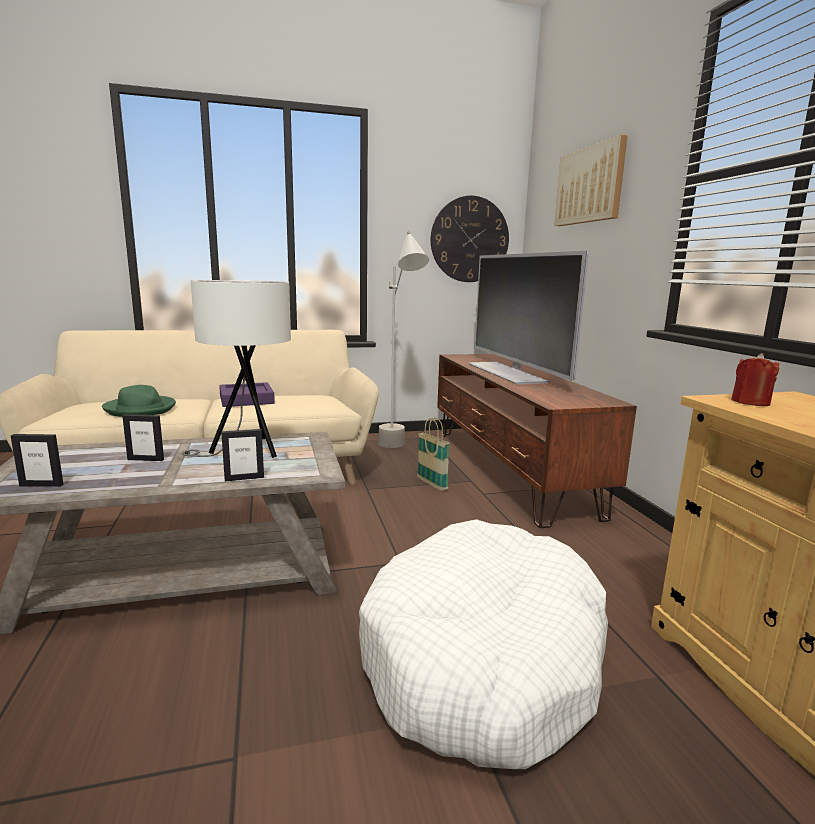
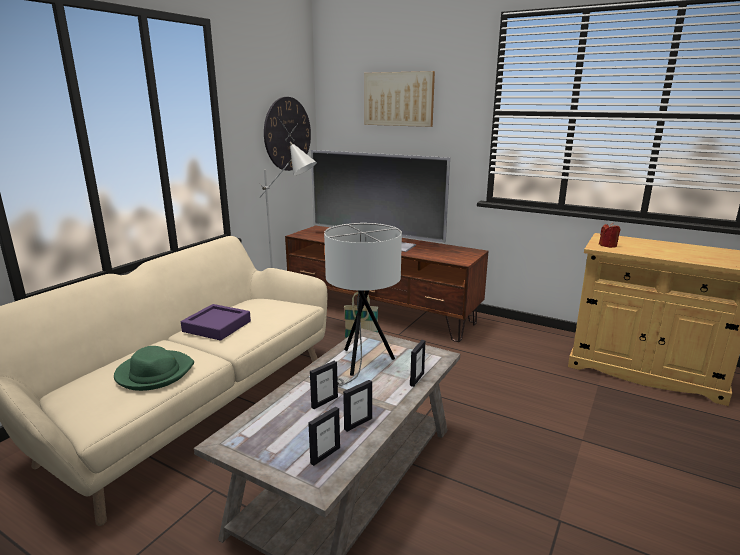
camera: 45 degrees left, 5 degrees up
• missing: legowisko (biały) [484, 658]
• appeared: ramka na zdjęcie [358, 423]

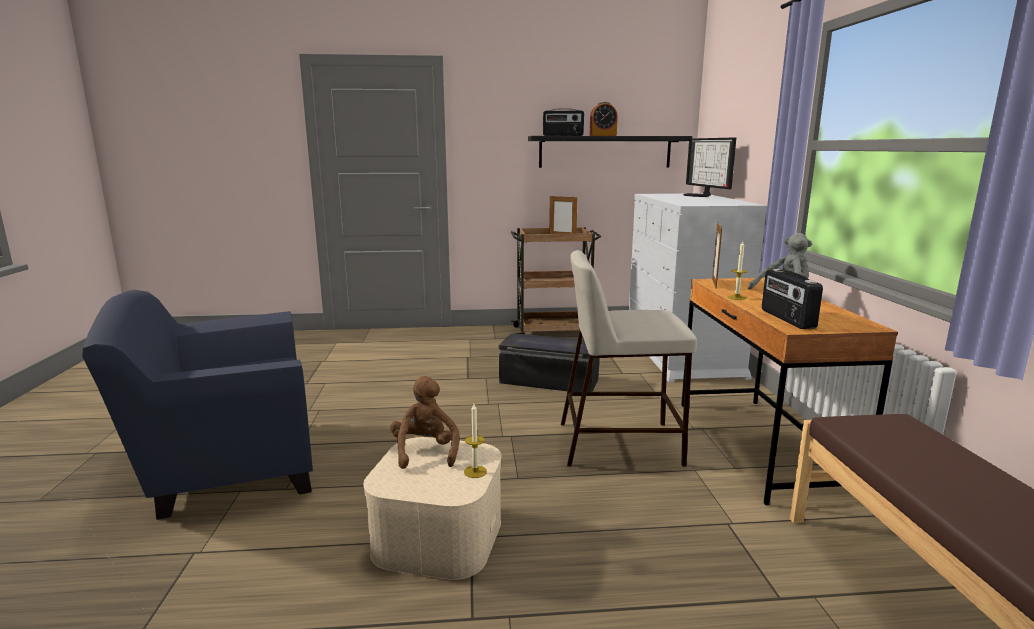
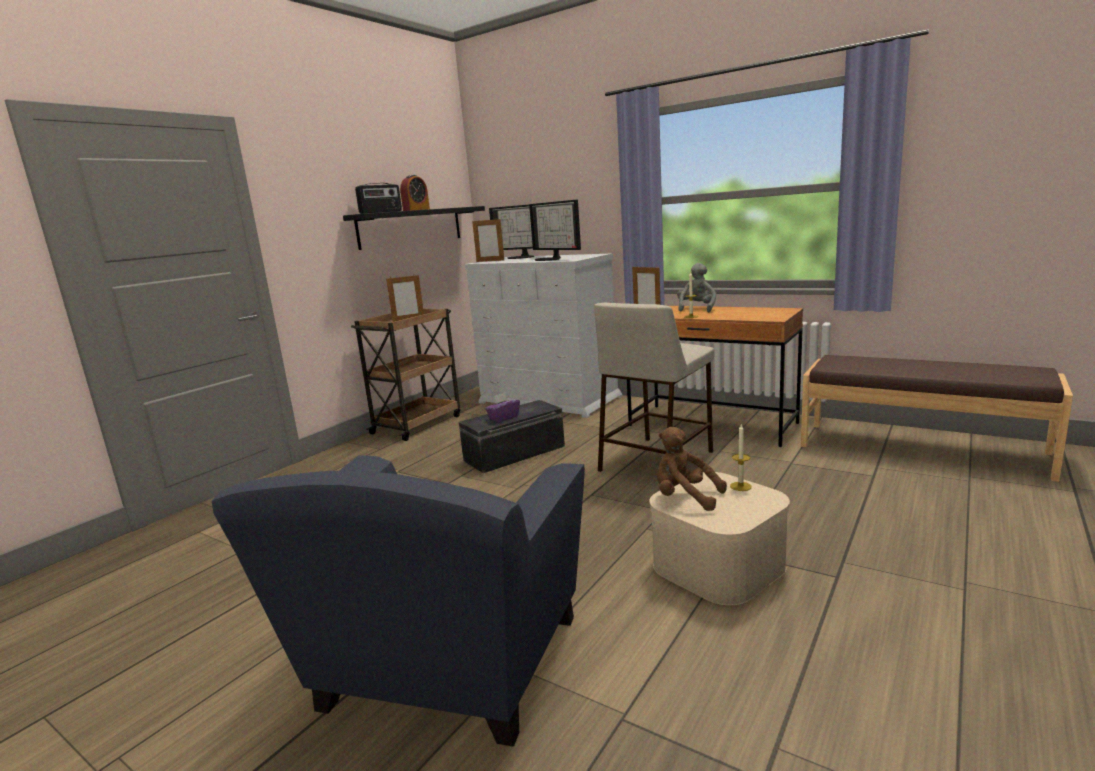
camera: 50 degrees left, 0 degrees up
• missing: radio [786, 319]
• appeared: ramka na zdjęcie [490, 261]
• appeared: pudełko chusteczek (fioletowy) [503, 417]
• appeared: monitor [550, 259]

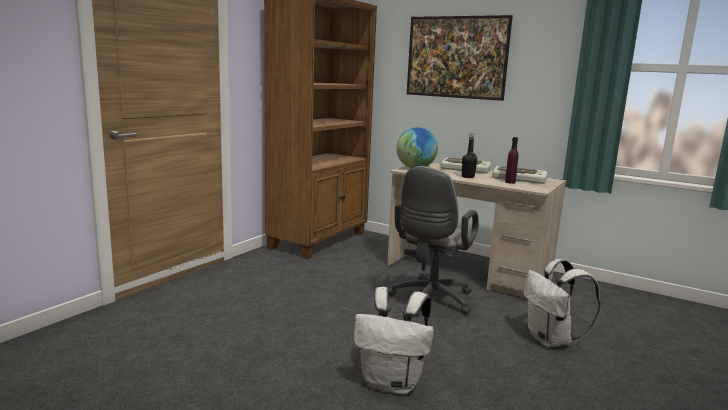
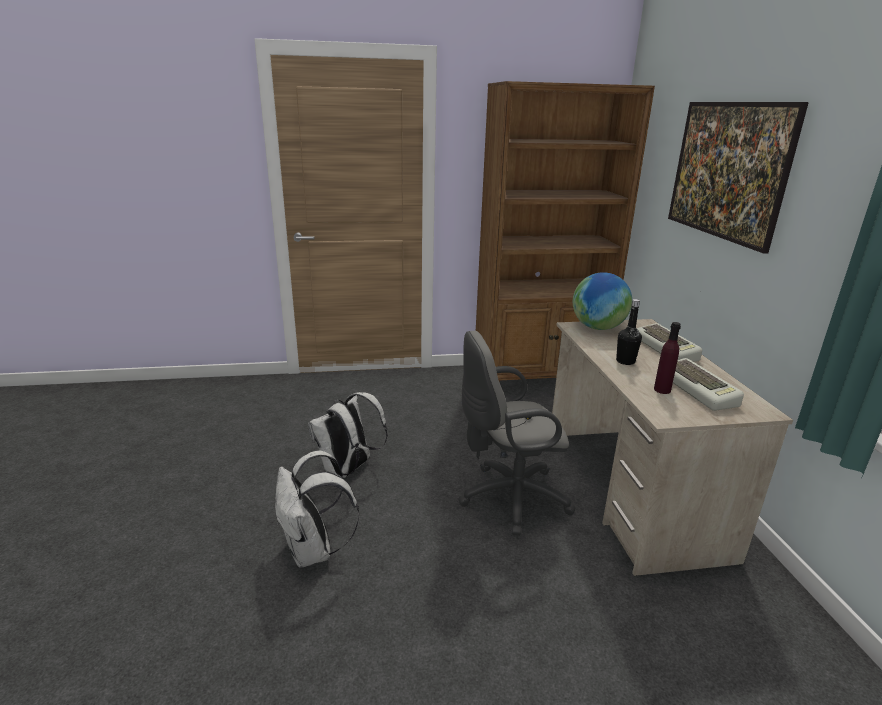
camera: 50 degrees right, 10 degrees up
• relocated: plecak (biały) [551, 340] to [348, 469]

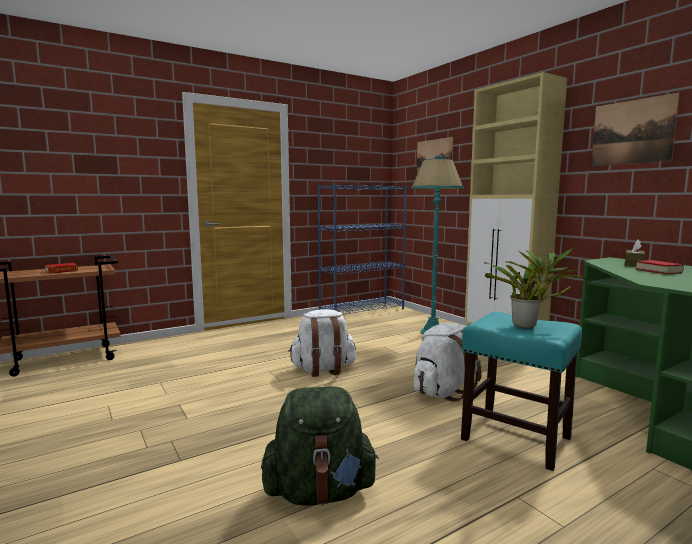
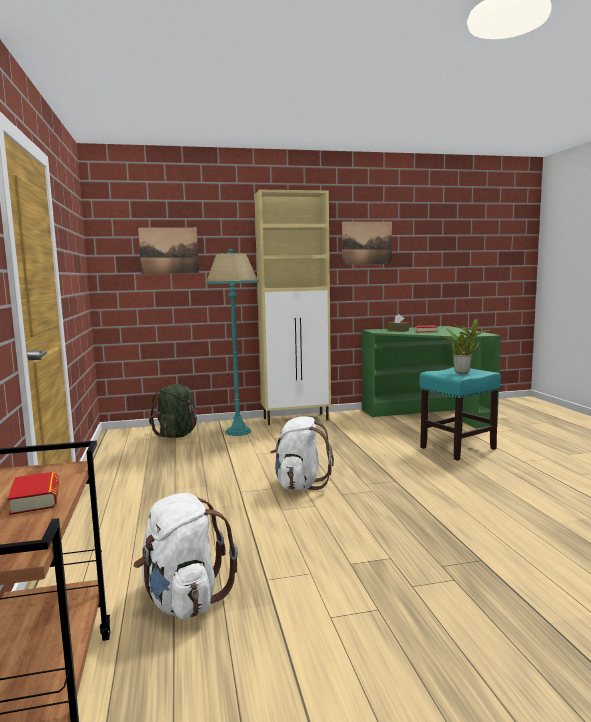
camera: 70 degrees left, 0 degrees up
• relocated: plecak (zielony) [319, 492] to [177, 435]
• missing: regał (niebieski) [362, 311]
• relocated: plecak (biały) [442, 392] to [183, 600]

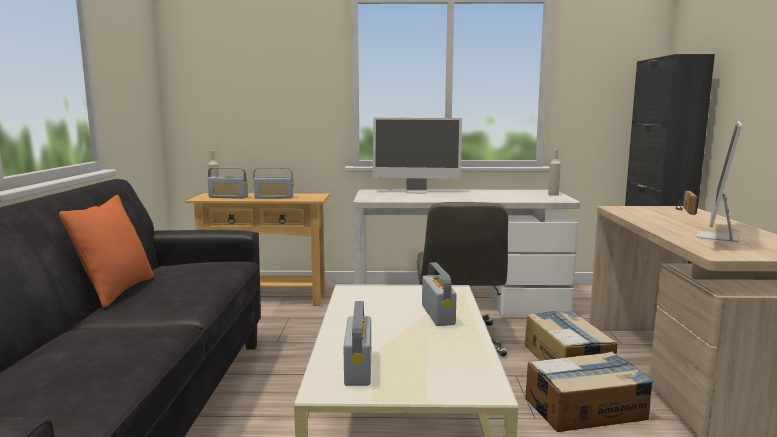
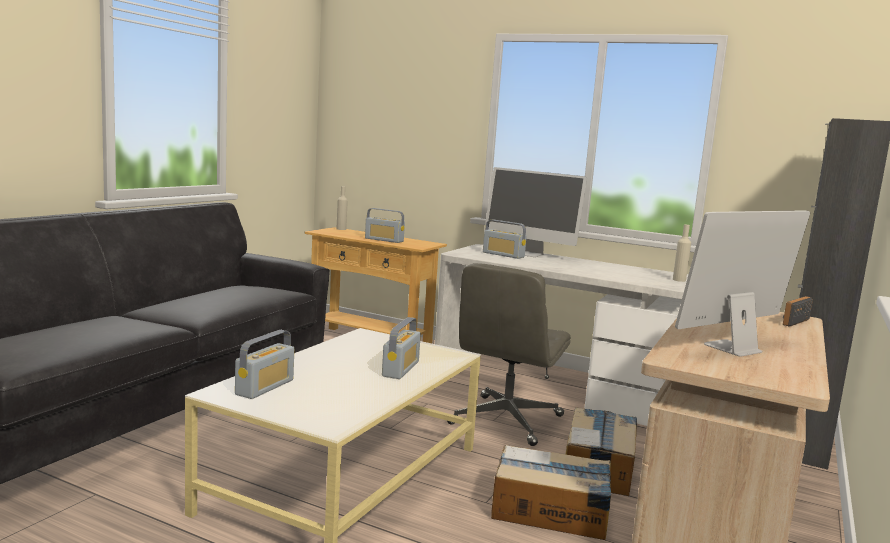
camera: 25 degrees right, 0 degrees up
• missing: poduszka (pomarańczowy) [117, 291]
• relocated: radio [228, 197] to [503, 255]

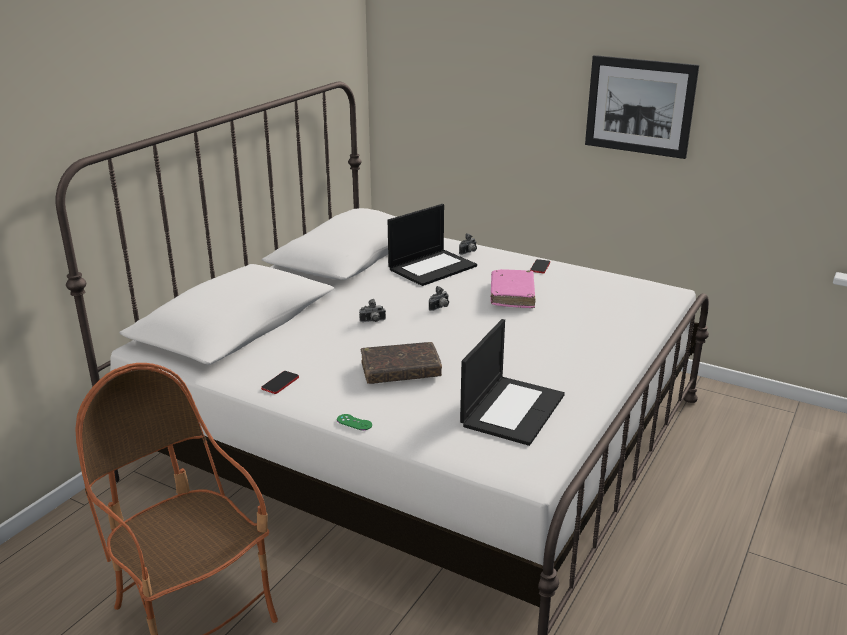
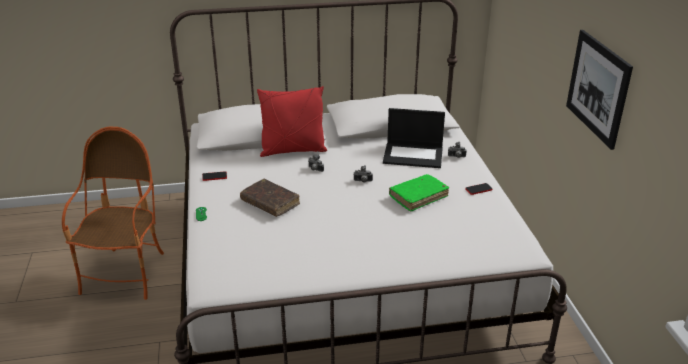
camera: 50 degrees right, 5 degrees up
• missing: laptop [512, 409]
• colour: książka (różowy) [512, 295] to książka (zielony) [418, 197]
• appeared: poduszka (czerwony) [293, 150]

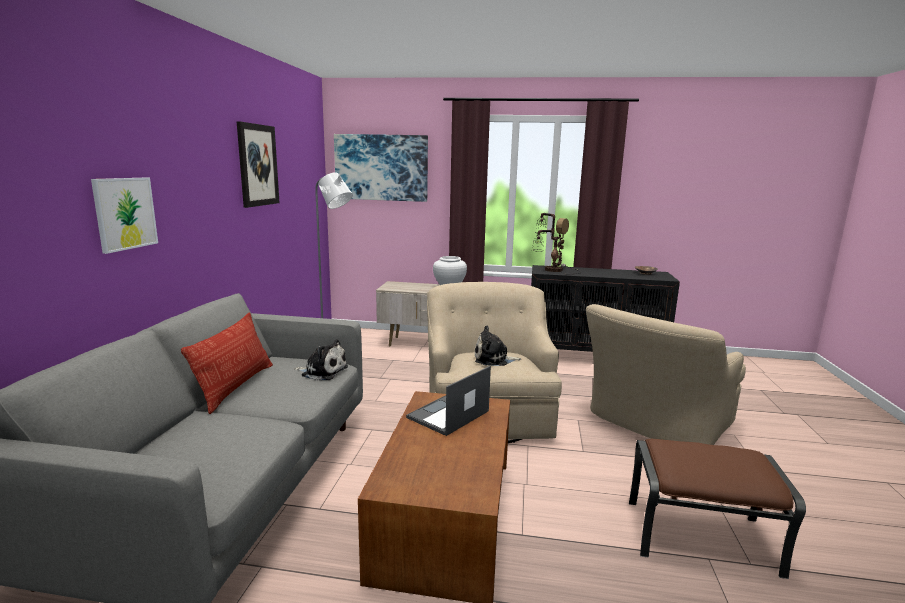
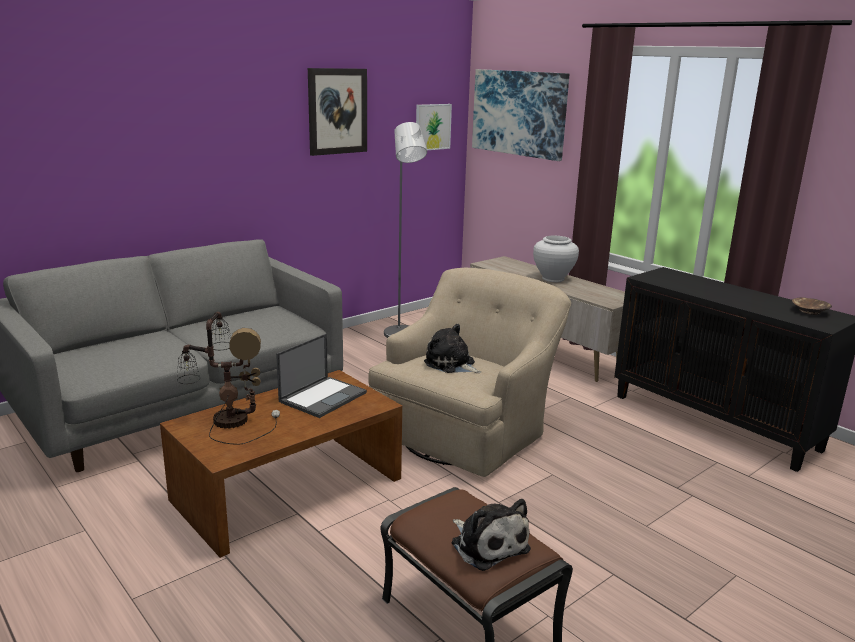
camera: 40 degrees right, 5 degrees up
• relocated: obraz [125, 213] to [432, 127]
• missing: poduszka [235, 386]
• relocated: pluszak [322, 371] to [487, 544]
• spun: laptop [448, 415] = [323, 397] 135 degrees clockwise
• relocated: lampa stołowa [552, 270] to [228, 420]
• missing: fotel (beżowy) [654, 423]

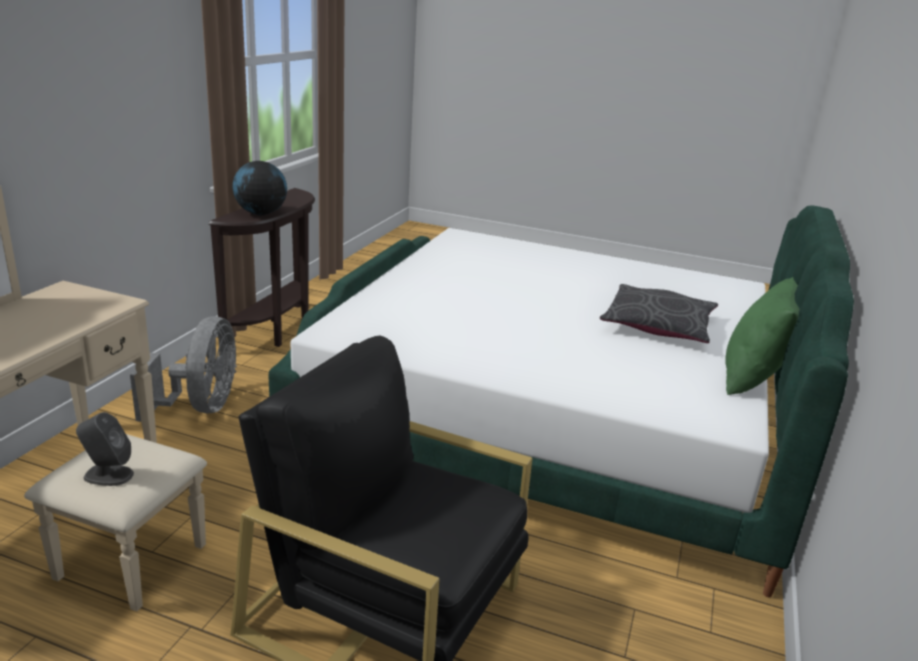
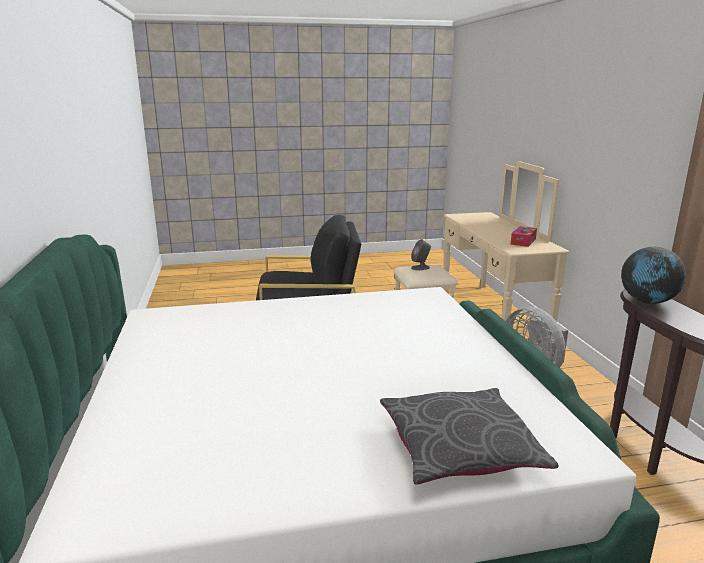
camera: 150 degrees right, 5 degrees down
• relocated: poduszka (szary) [658, 325] to [459, 448]
• missing: poduszka (zielony) [753, 379]
• appeared: pudełko chusteczek [523, 241]

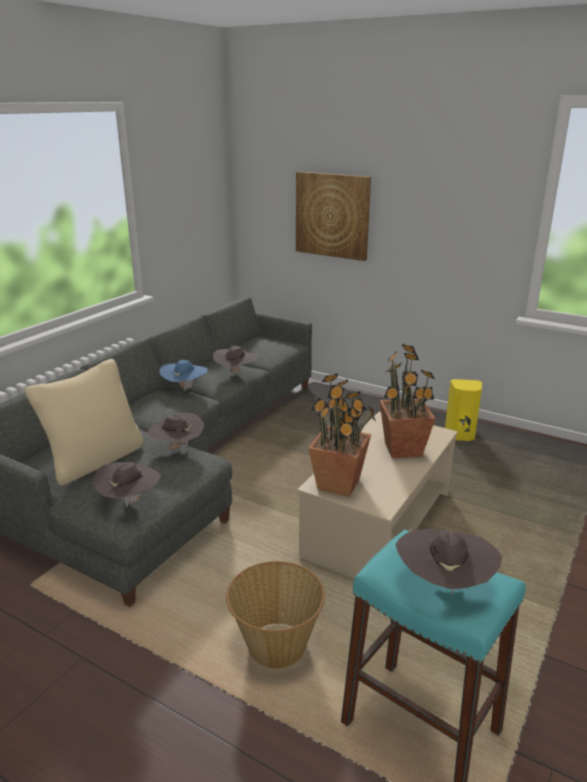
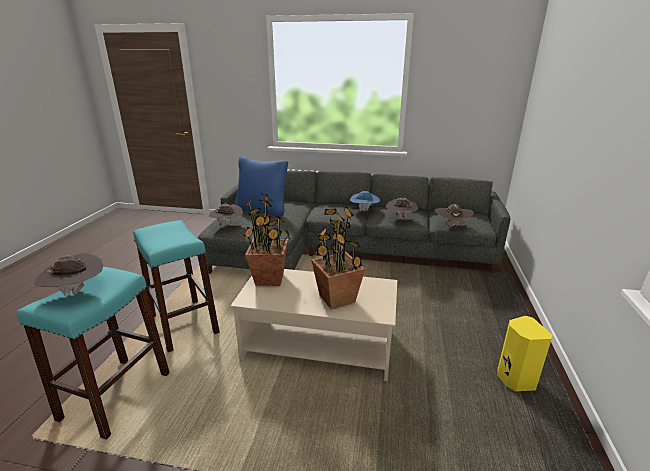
camera: 70 degrees right, 0 degrees up
• colour: poduszka (beżowy) [95, 460] to poduszka (niebieski) [262, 210]
• relocated: kapelusz (brązowy) [177, 448] to [451, 225]
• exchanged: koszyk [276, 645] to stołek (turkusowy) [183, 324]
• missing: obraz [332, 215]

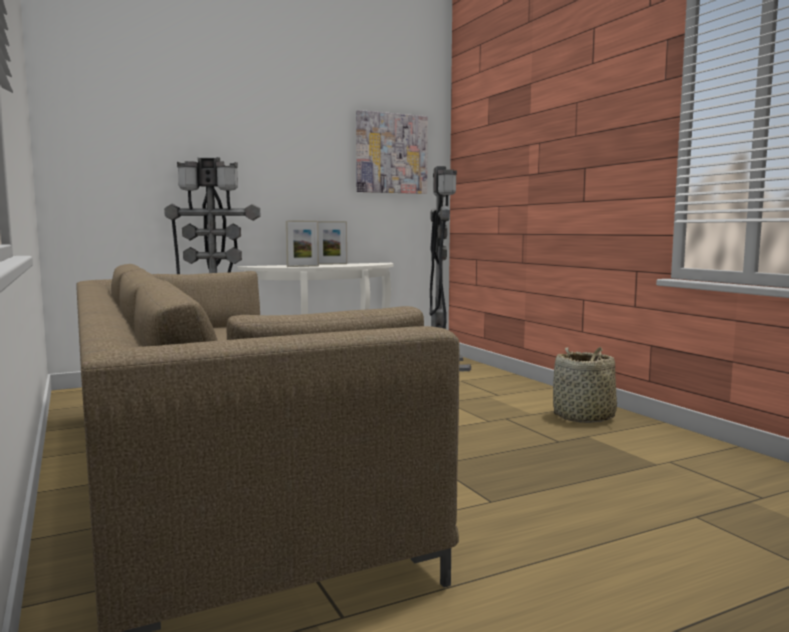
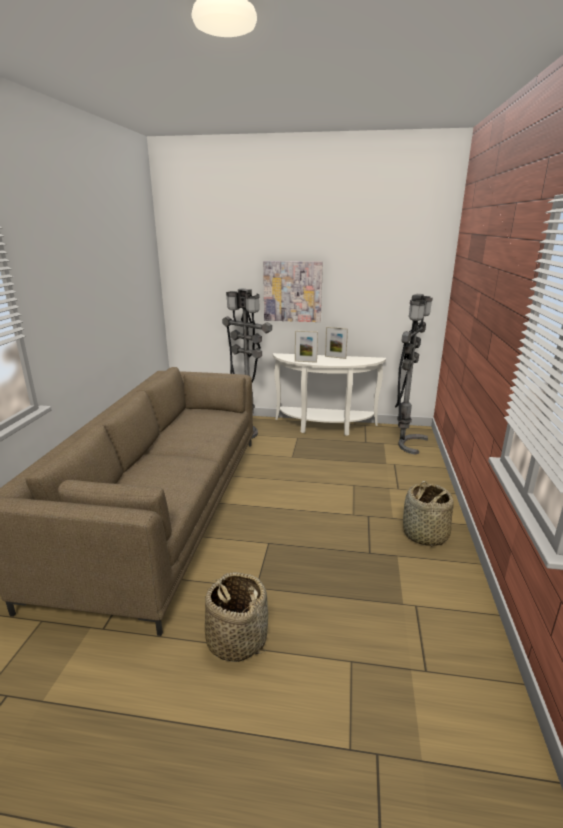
camera: 35 degrees right, 15 degrees up
• relocated: obraz [391, 153] to [292, 291]
• appeared: koszyk [236, 639]

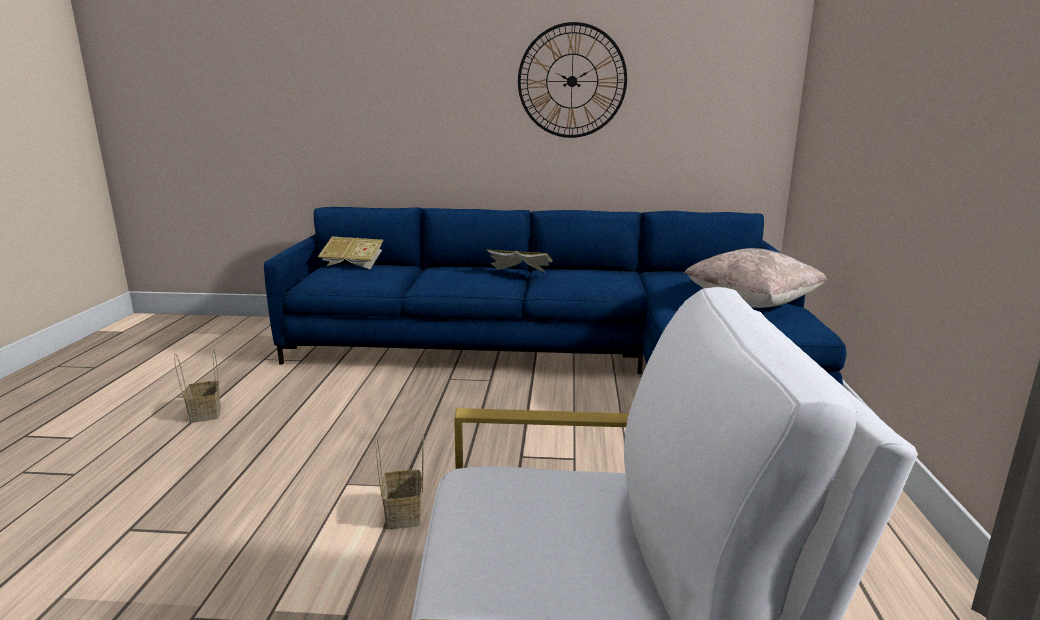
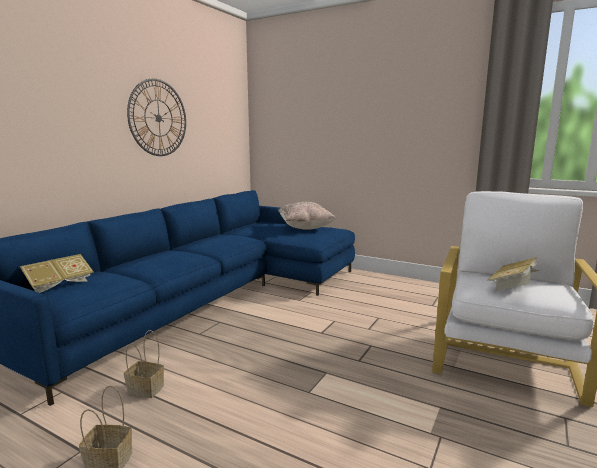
camera: 65 degrees left, 5 degrees down
• relocated: koszyk [405, 514] to [147, 389]
• relocated: książka [519, 274] to [513, 286]

